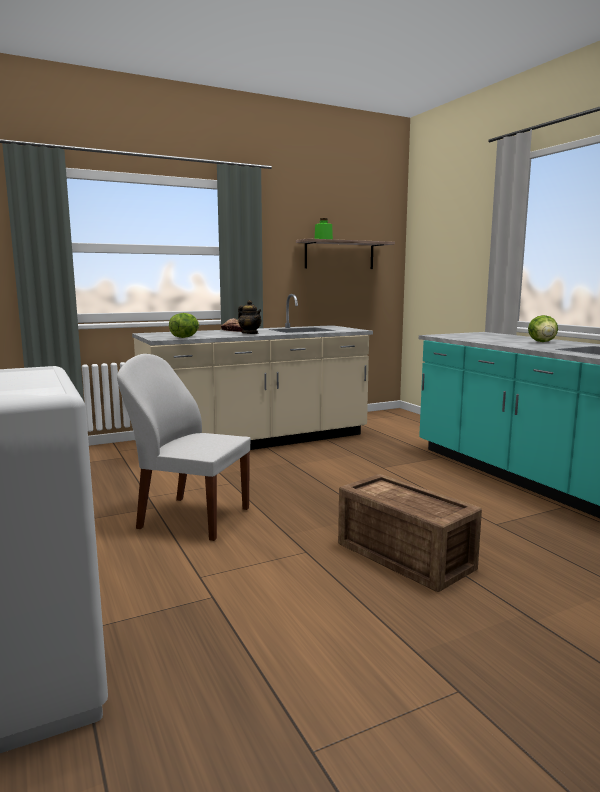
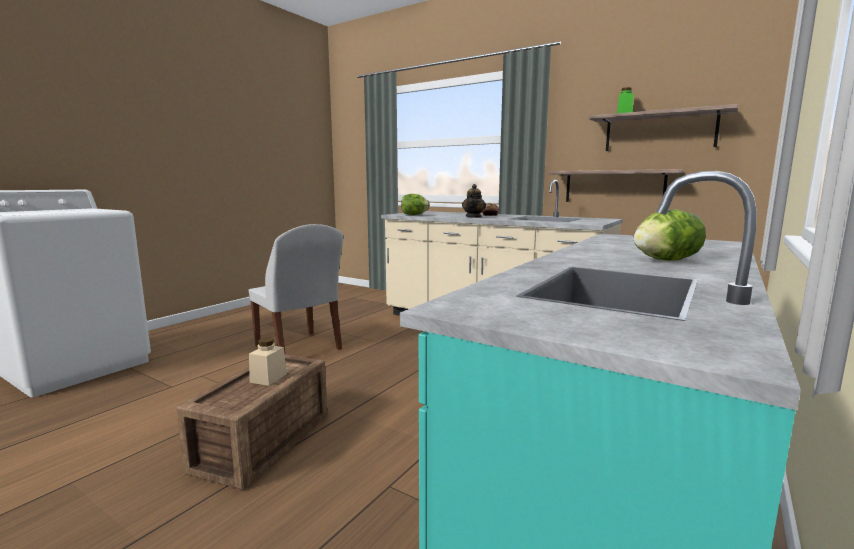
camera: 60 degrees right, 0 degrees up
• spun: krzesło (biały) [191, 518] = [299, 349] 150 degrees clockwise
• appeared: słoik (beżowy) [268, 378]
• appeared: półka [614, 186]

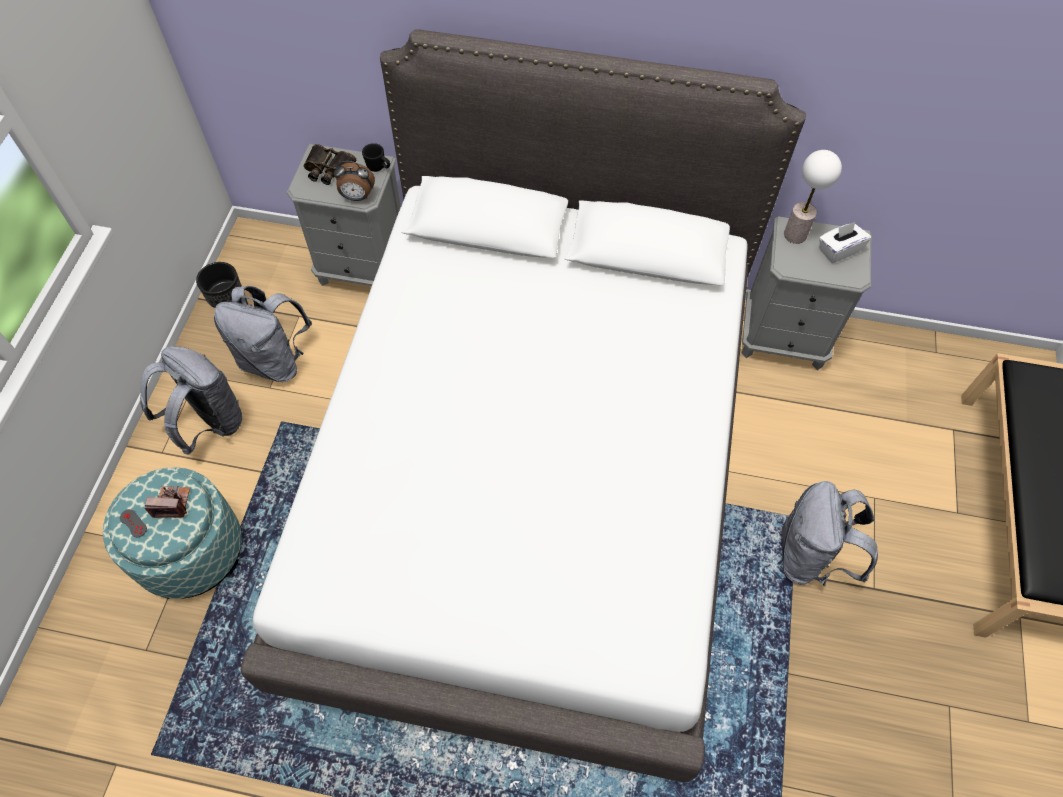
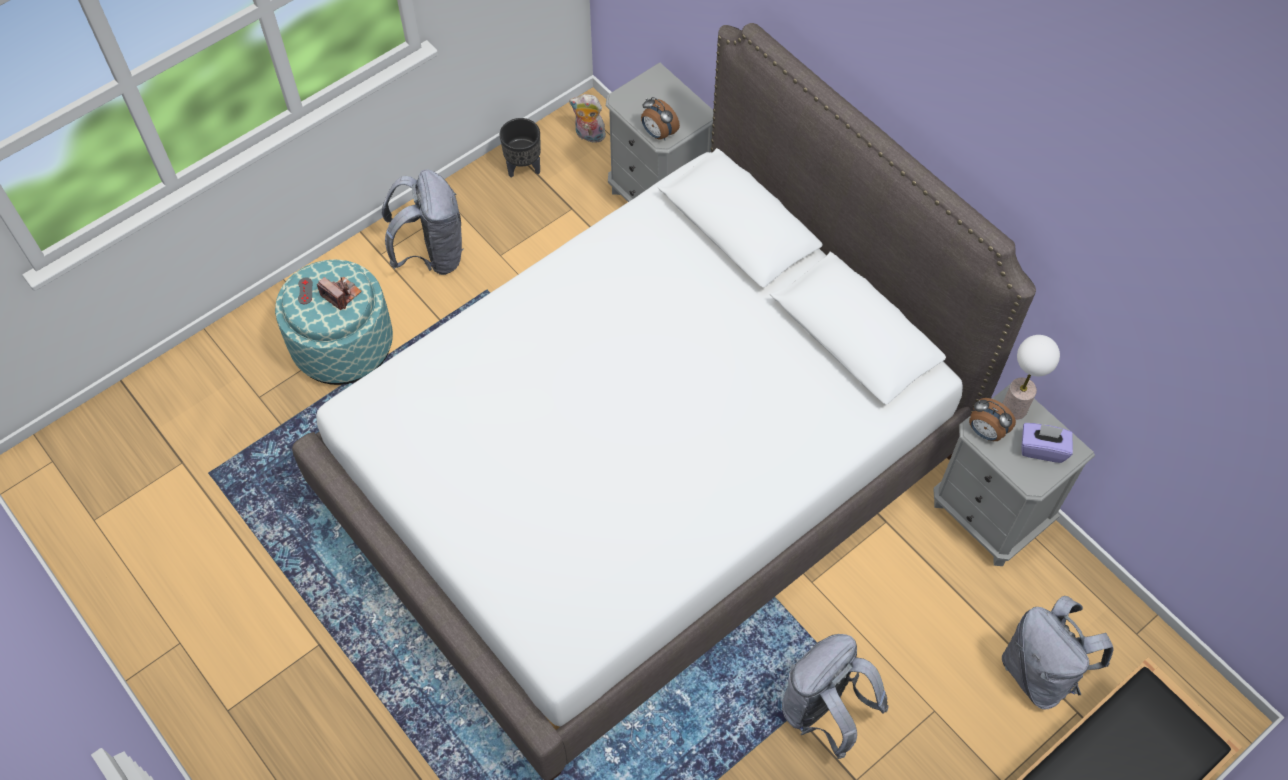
camera: 40 degrees right, 0 degrees up
• relocated: plecak (szary) [275, 360] to [1040, 672]
• missing: lornetka [328, 169]
• missing: kubek (czarny) [379, 168]
• colour: pudełko chusteczek (biały) [838, 250] to pudełko chusteczek (fioletowy) [1042, 449]
• appeared: pluszak [588, 136]
• appeared: budzik [985, 432]

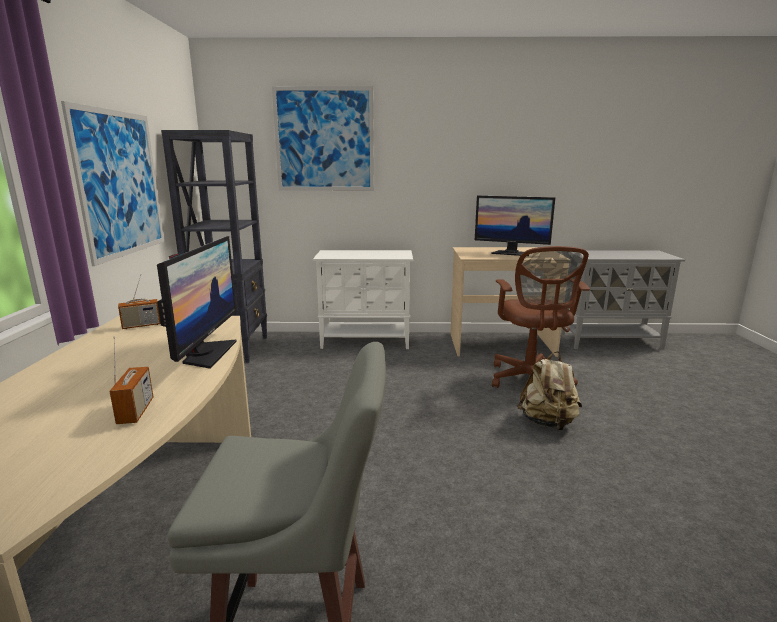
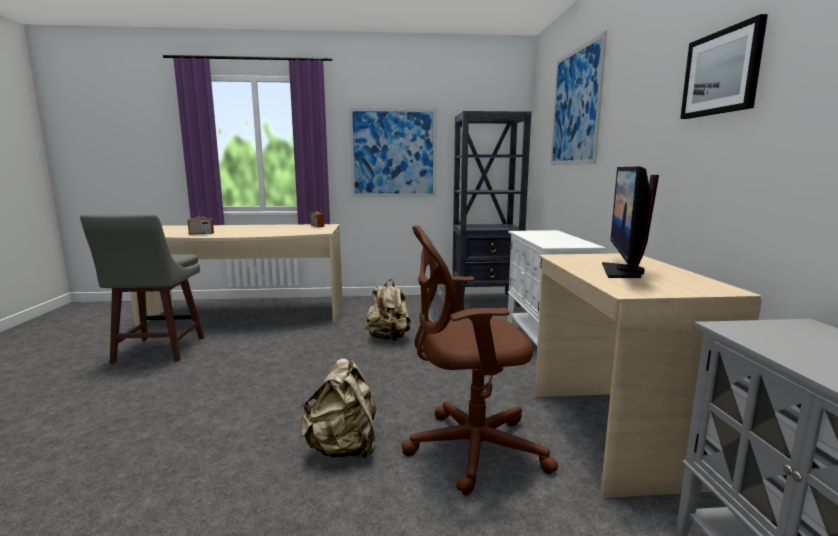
camera: 85 degrees right, 5 degrees down
• missing: monitor [206, 353]
• appeared: plecak (beżowy) [388, 338]
• appeared: obraz [721, 73]

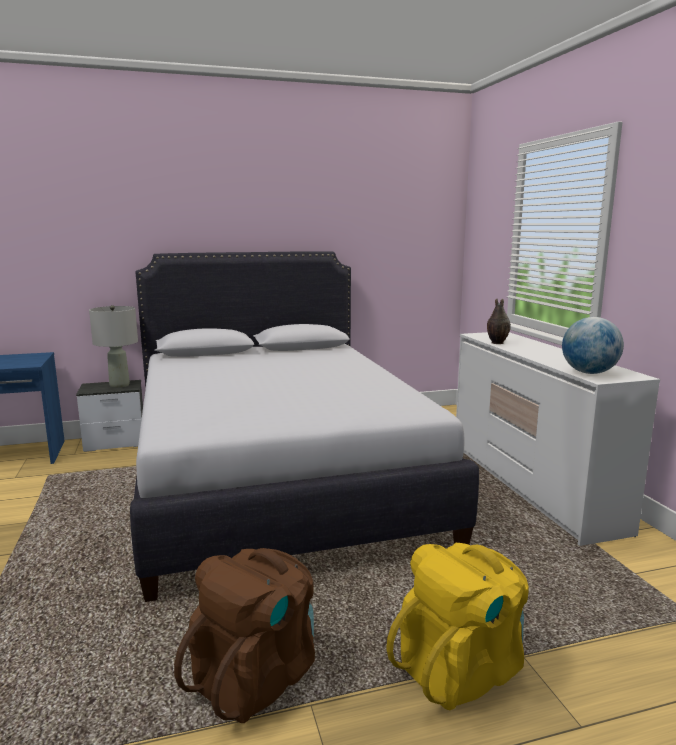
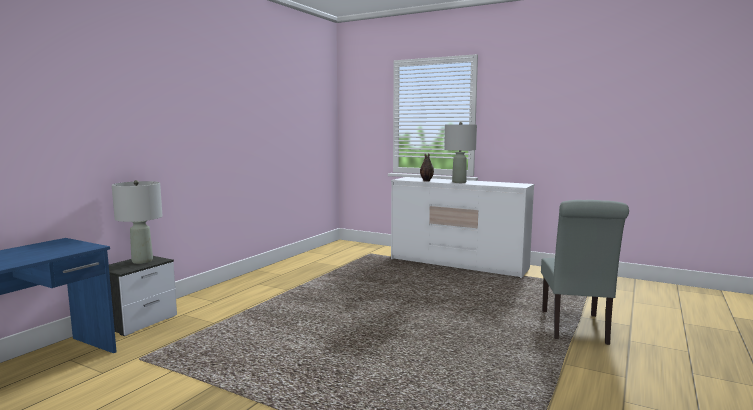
camera: 45 degrees left, 5 degrees down
• missing: łóżko (biały) [276, 479]
• missing: plecak (brązowy) [256, 676]
• exchanged: plecak (żółty) [460, 669] to krzesło (szary) [575, 329]
• missing: globus [589, 373]
• appeared: lampa stołowa (szary) [459, 182]

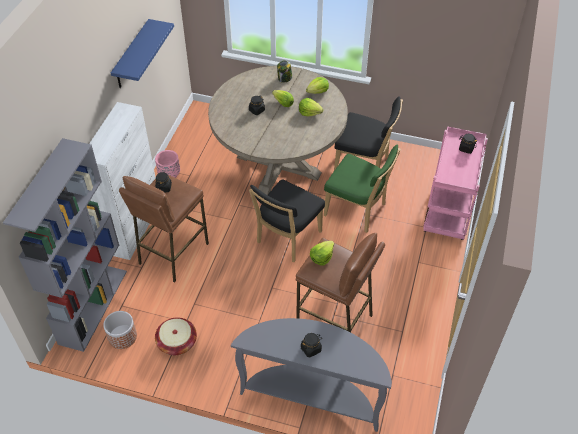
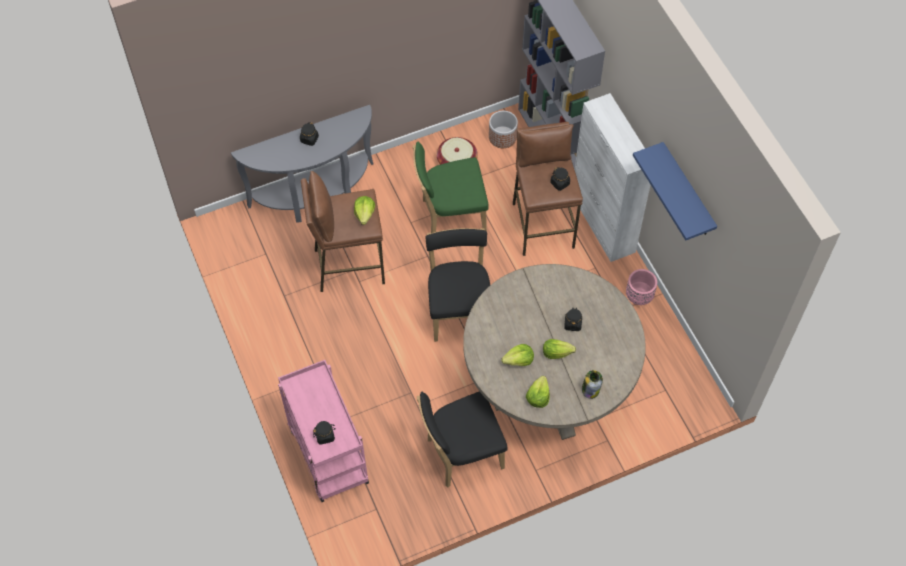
camera: 140 degrees right, 10 degrees up
• relocated: krzesło (zielony) [357, 211] to [450, 216]

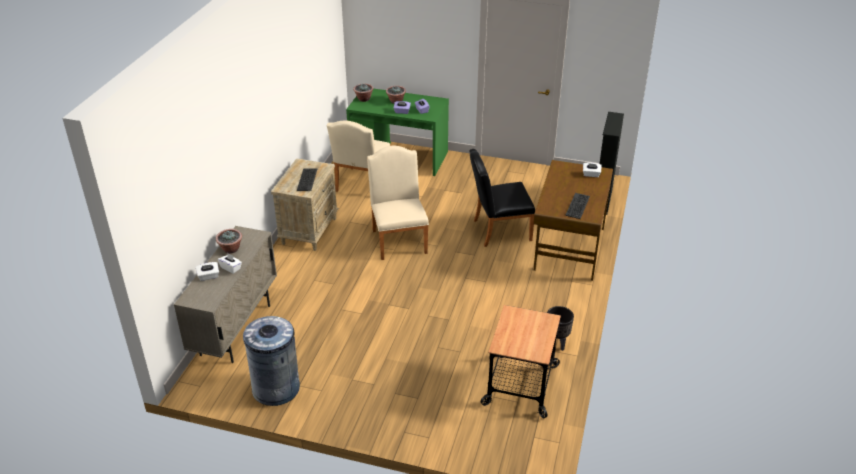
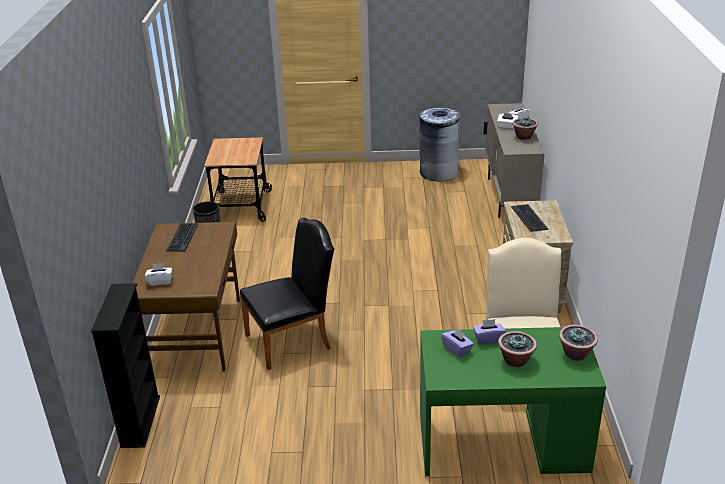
camera: 165 degrees right, 5 degrees down
• missing: krzesło (beżowy) [398, 239]

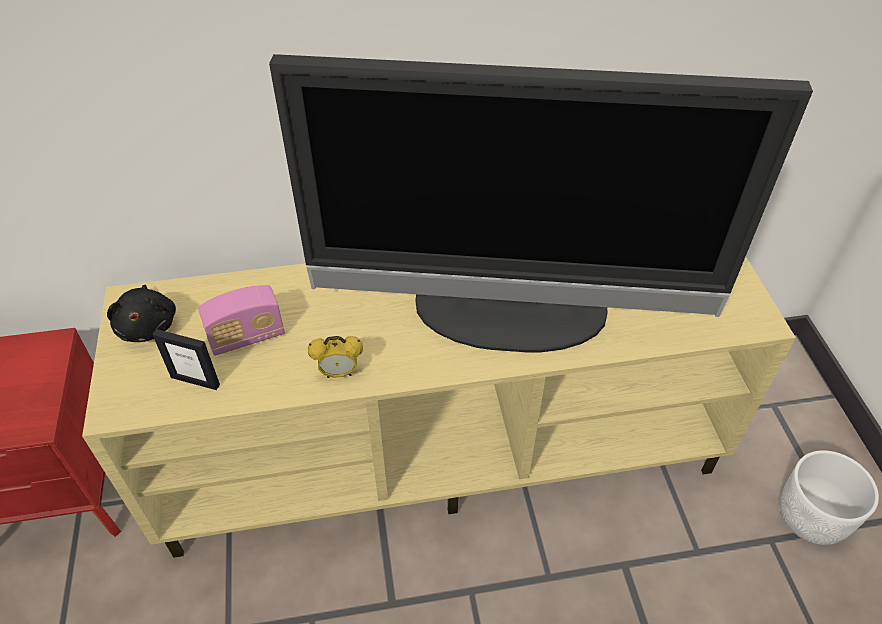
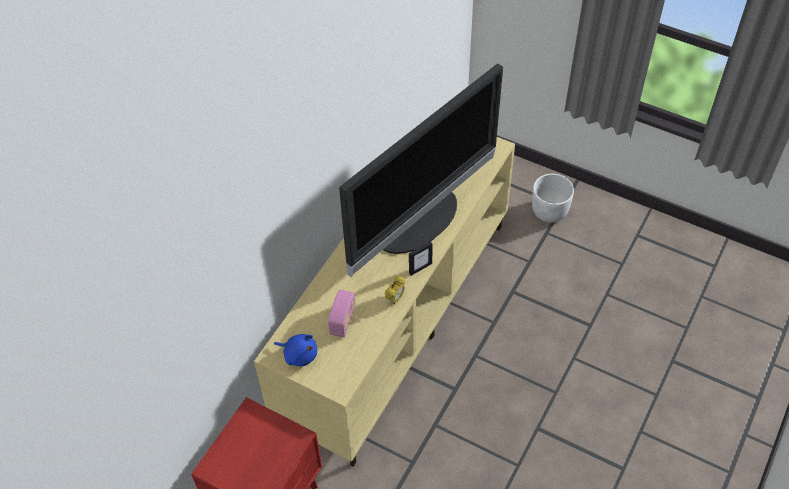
camera: 50 degrees left, 5 degrees up
• colour: pluszak (czarny) [148, 325] to pluszak (niebieski) [299, 354]
• relocated: ramka na zdjęcie [195, 380] to [420, 268]

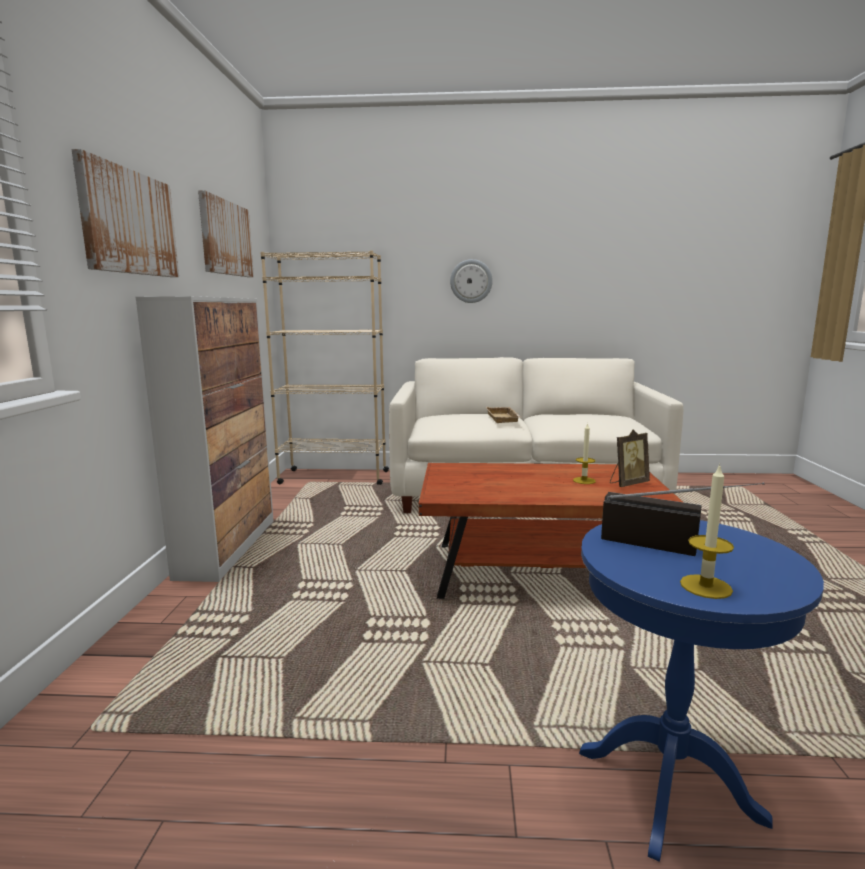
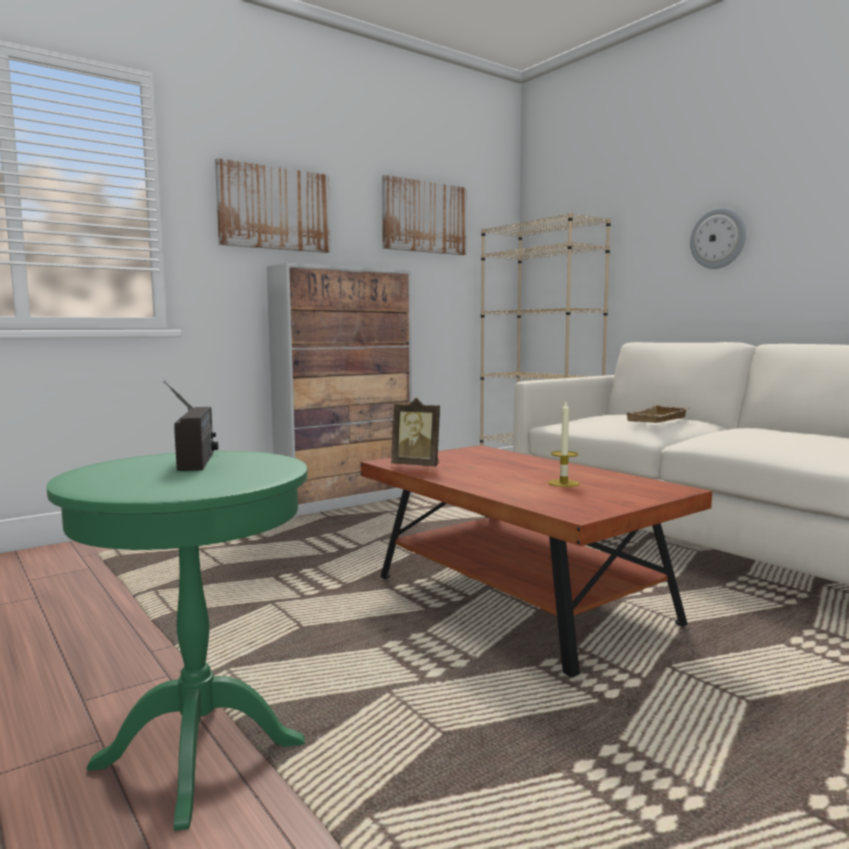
camera: 50 degrees right, 5 degrees down
• colour: stolik (niebieski) [668, 785] to stolik (zielony) [199, 755]
• relocated: ramka na zdjęcie [627, 484] to [417, 465]
• missing: świeca [705, 586]

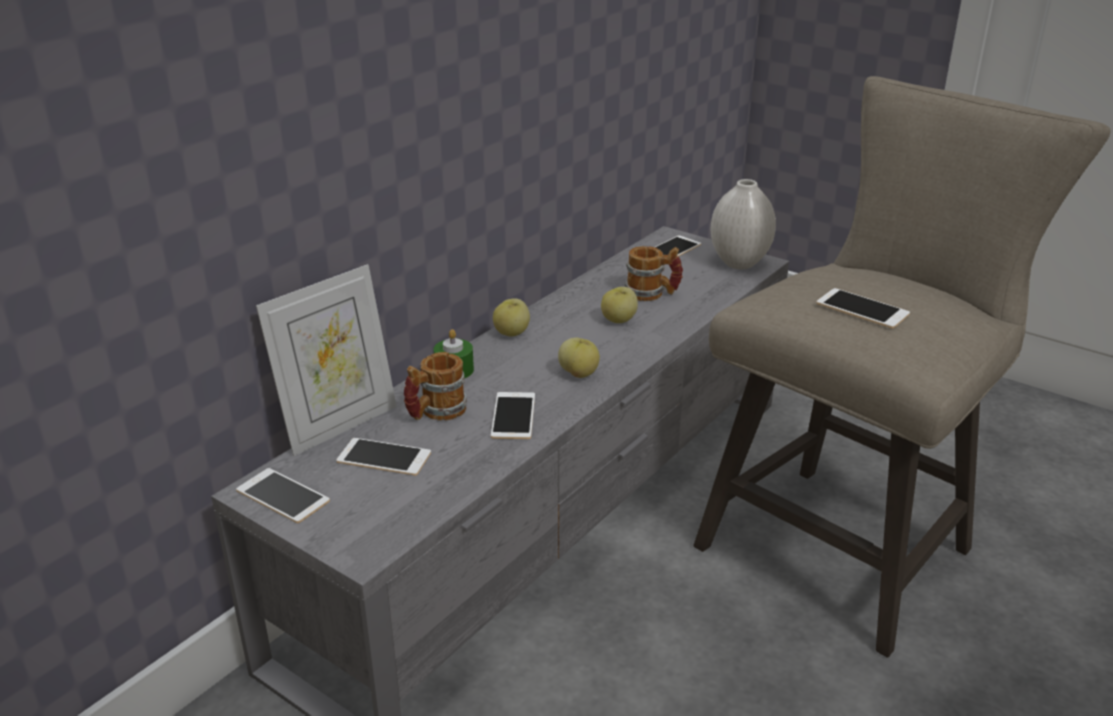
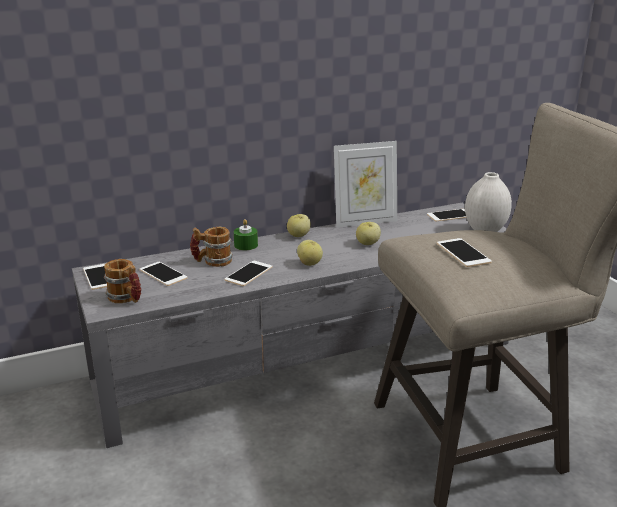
camera: 30 degrees right, 5 degrees down
• relocated: ramka na zdjęcie [339, 425] to [364, 221]
• relocated: kubek [652, 294] to [126, 298]

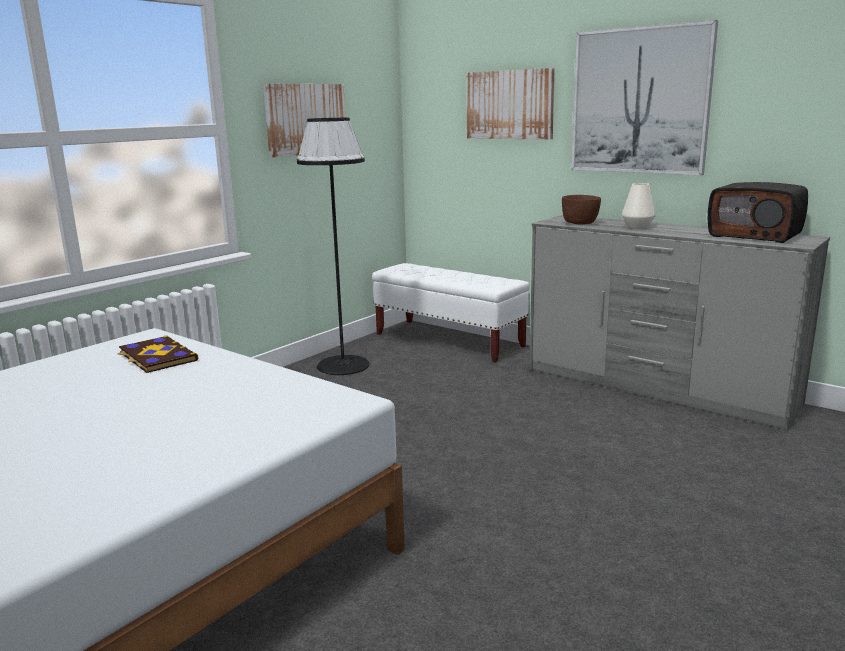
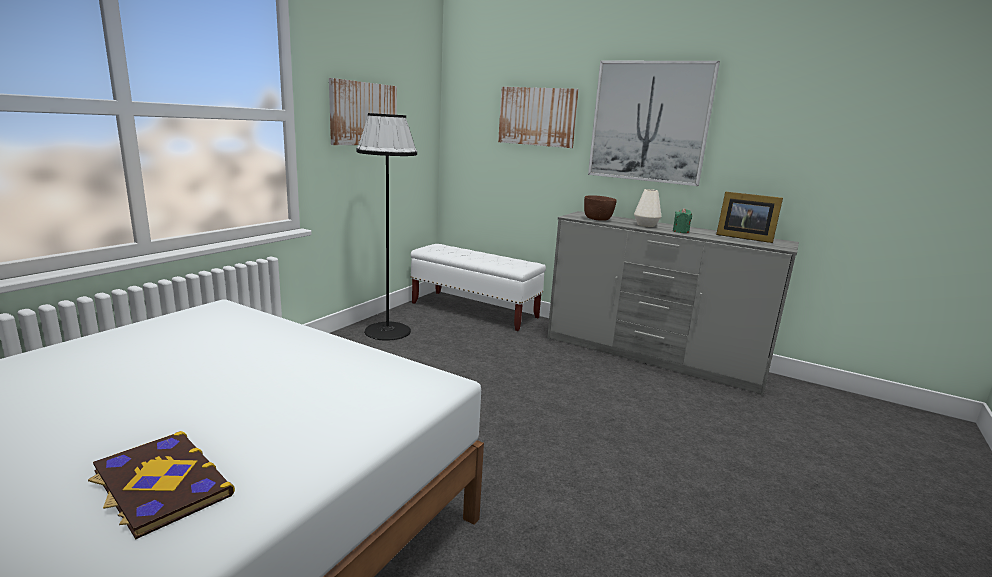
camera: 10 degrees left, 0 degrees up
• relocated: książka [156, 357] to [160, 484]
• exchanged: radio [755, 235] to ramka na zdjęcie [742, 237]
• appeared: świeca (zielony) [680, 231]

